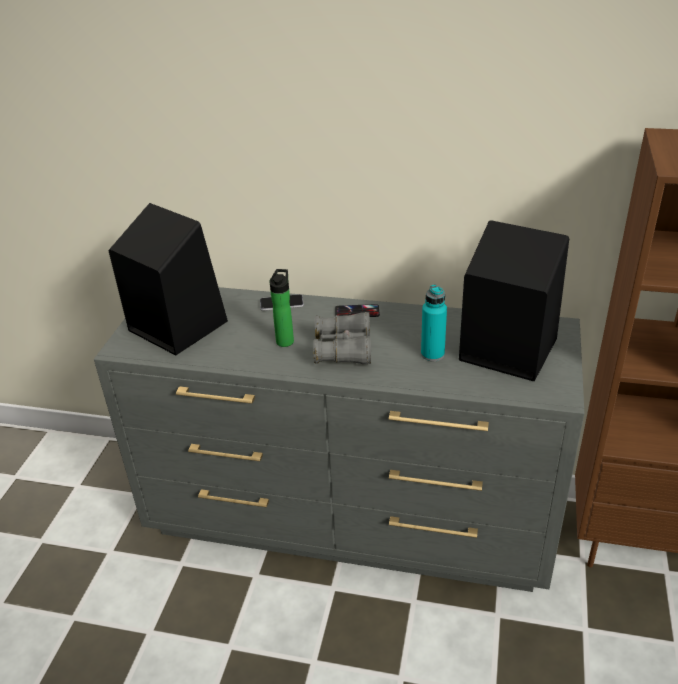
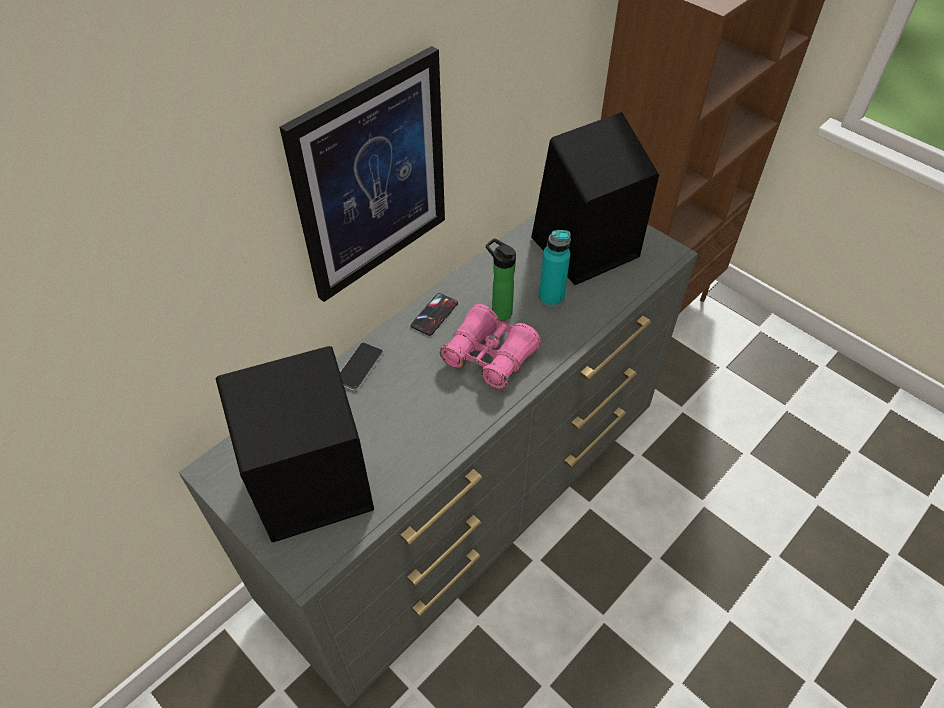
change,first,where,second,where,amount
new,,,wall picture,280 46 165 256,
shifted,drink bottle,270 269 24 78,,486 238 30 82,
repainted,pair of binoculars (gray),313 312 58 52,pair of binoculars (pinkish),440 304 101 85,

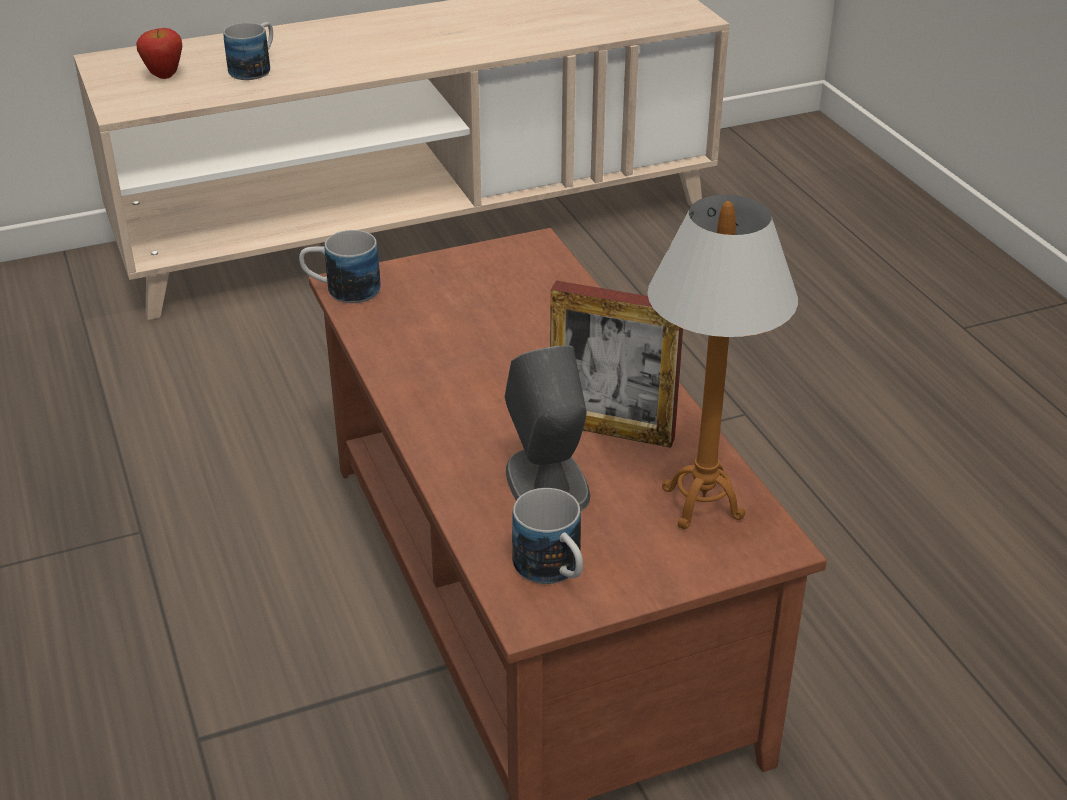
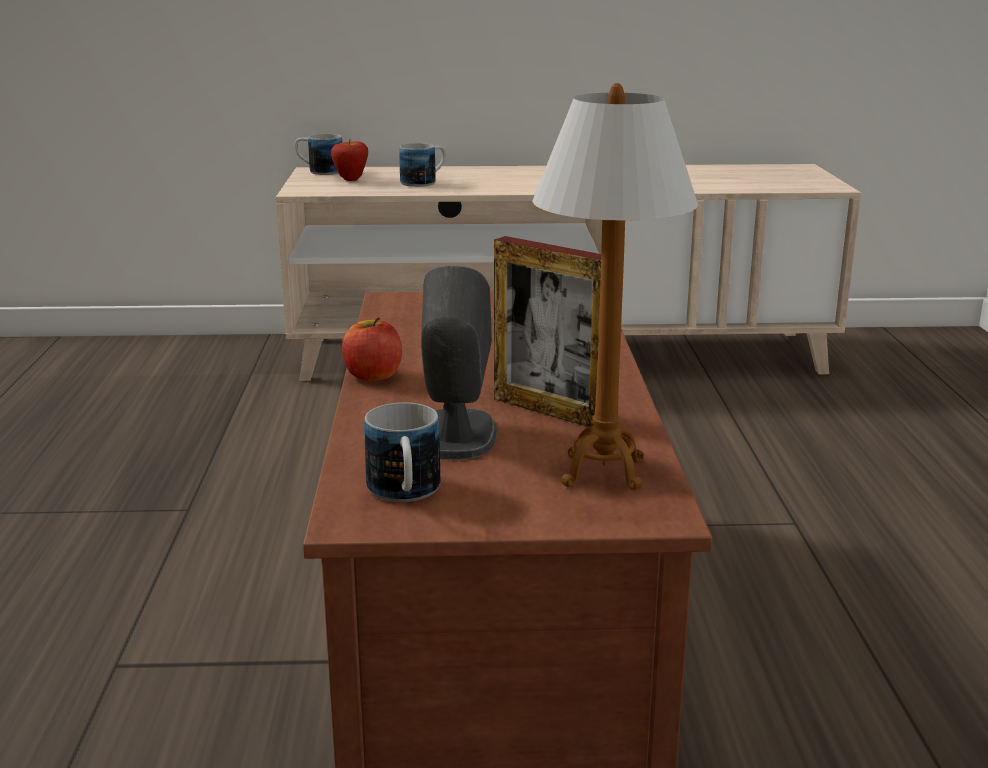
change,first,where,second,where,amount
new,,,apple fruit,342 318 60 63,
shifted,tea mug,299 230 82 73,,295 134 47 41,

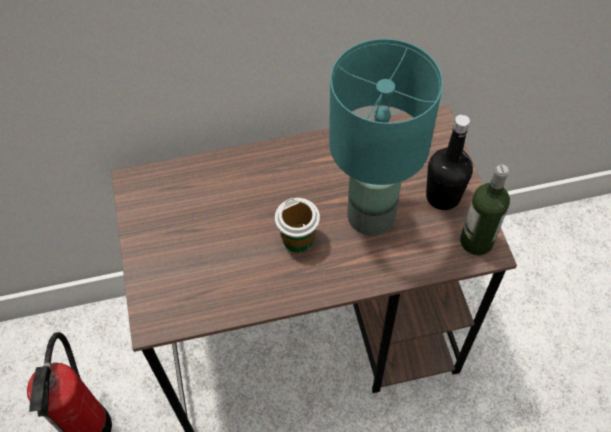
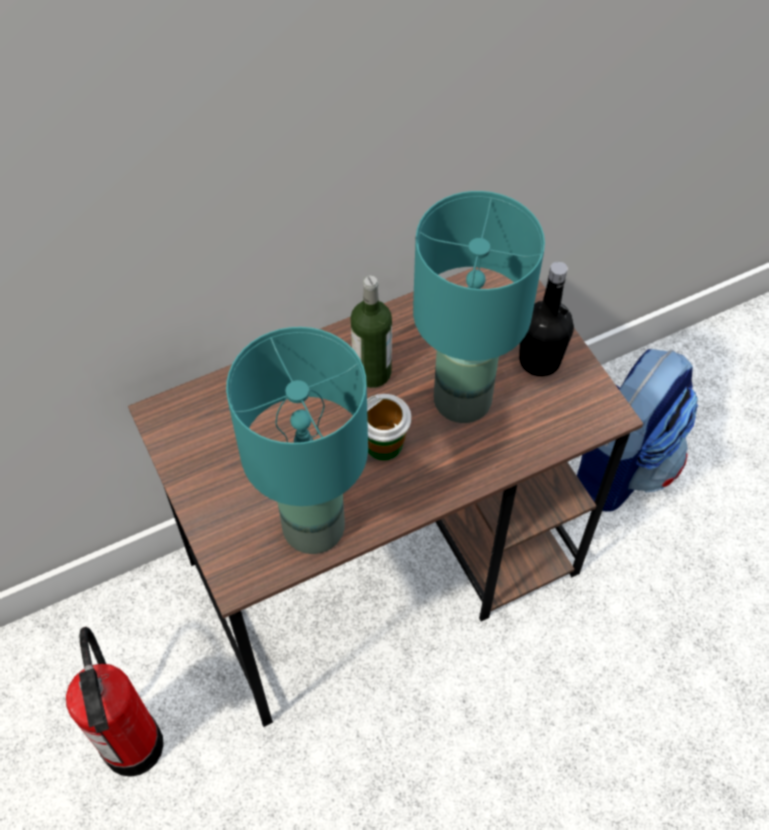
change,first,where,second,where,amount
new,,,tabletop lamp (turquoise),226 327 142 227,
new,,,backpack,577 349 121 162,
shifted,drink bottle,460 164 50 91,,350 276 42 112,

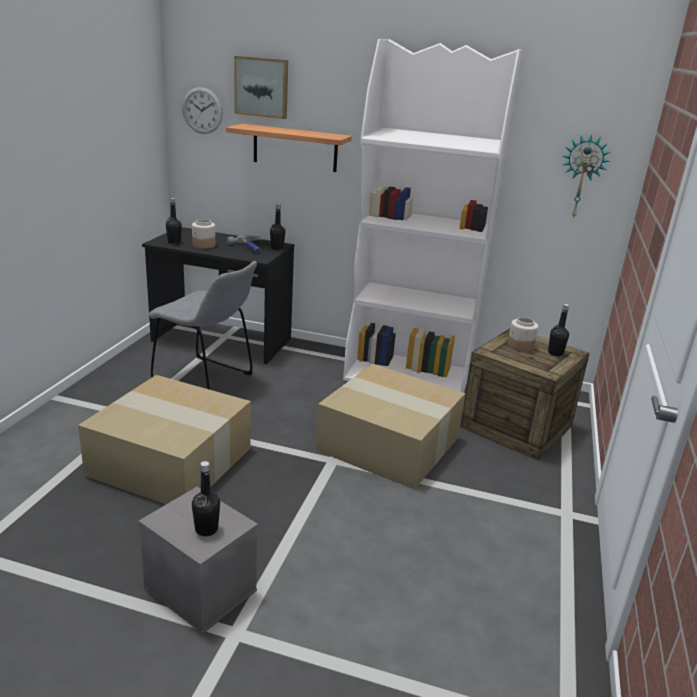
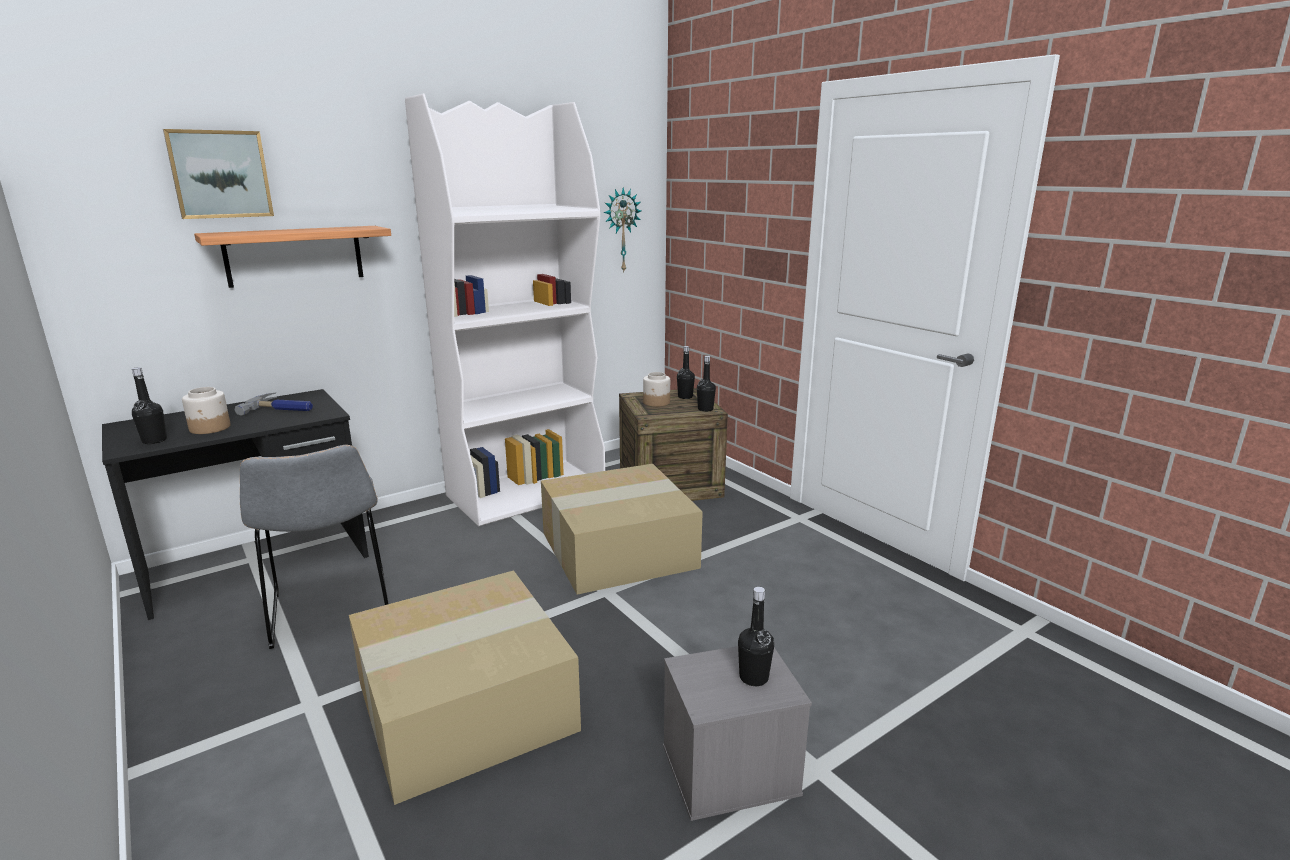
change,first,where,second,where,amount
gone,wall clock,182 87 41 47,,,
shifted,drink bottle (black-coloured),270 204 15 46,,697 356 19 56,
rotated,upright chair (gray),148 261 109 129,,240 445 148 204,90 degrees clockwise

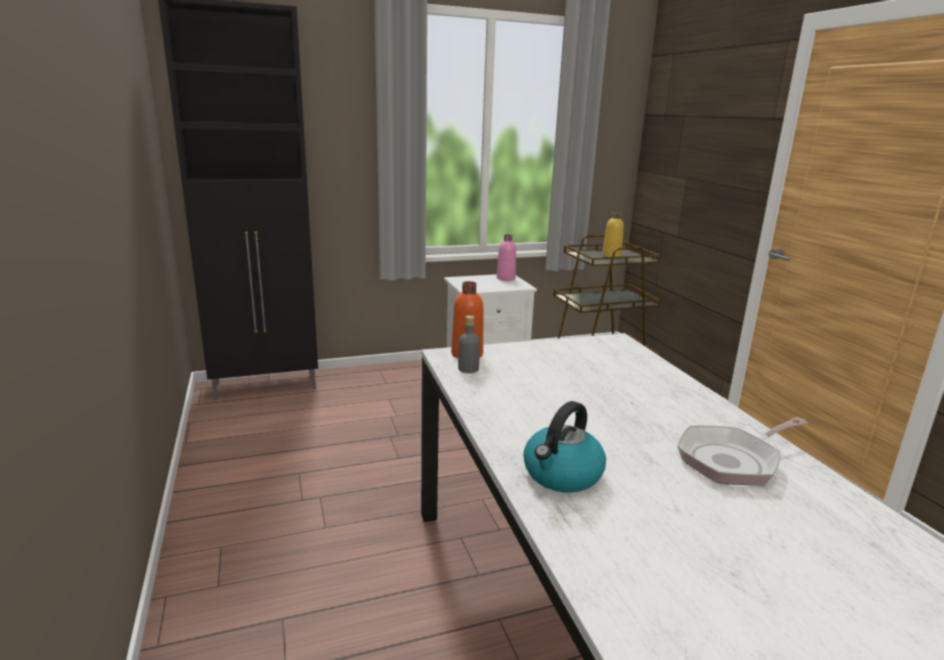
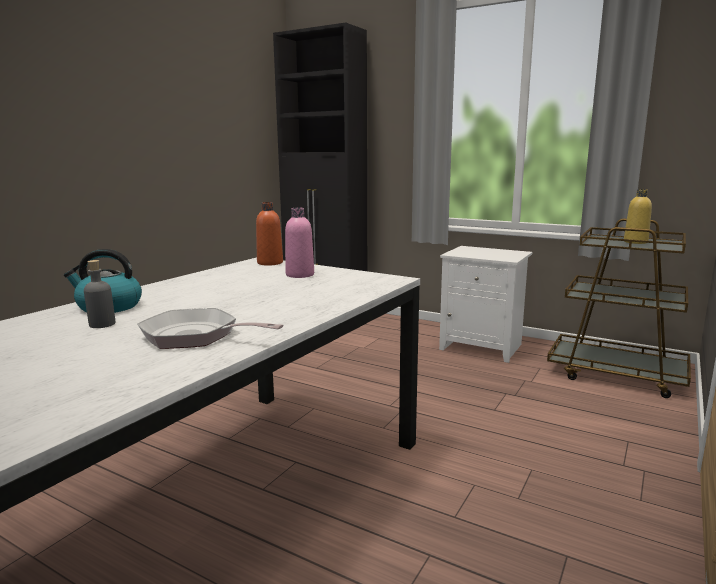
change,first,where,second,where,amount
shifted,drink bottle (gray),458 315 22 58,,84 260 32 68,
shifted,drink bottle (pinkish),497 234 19 47,,285 208 29 70,

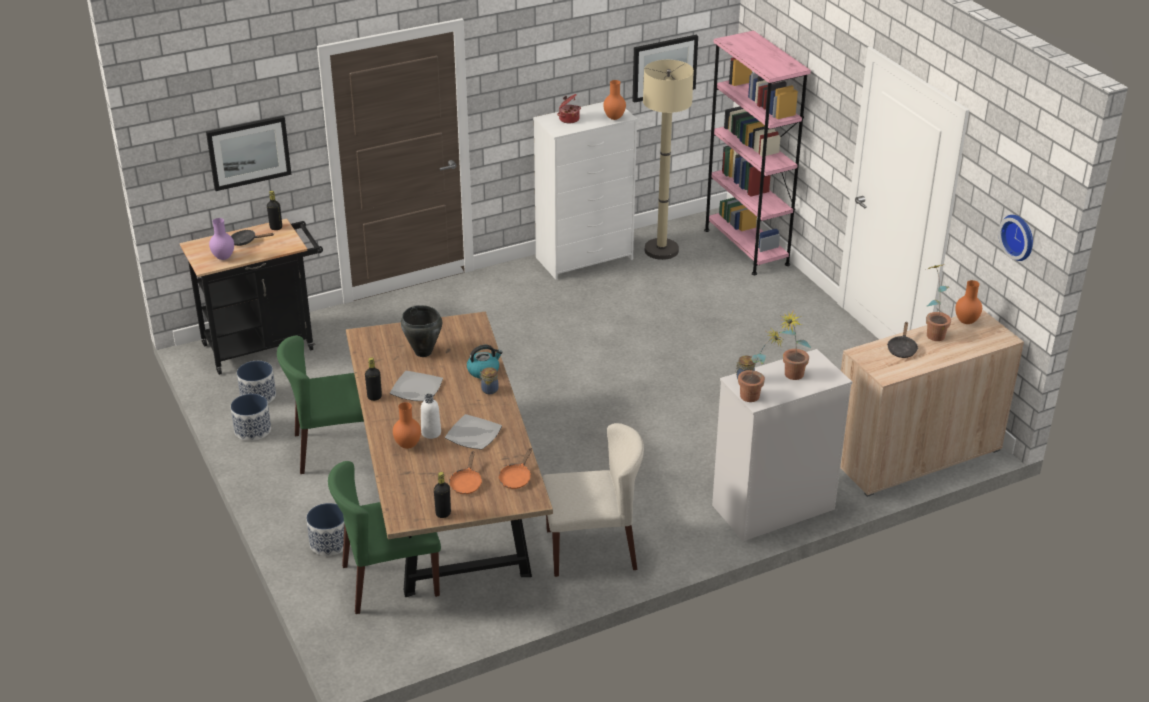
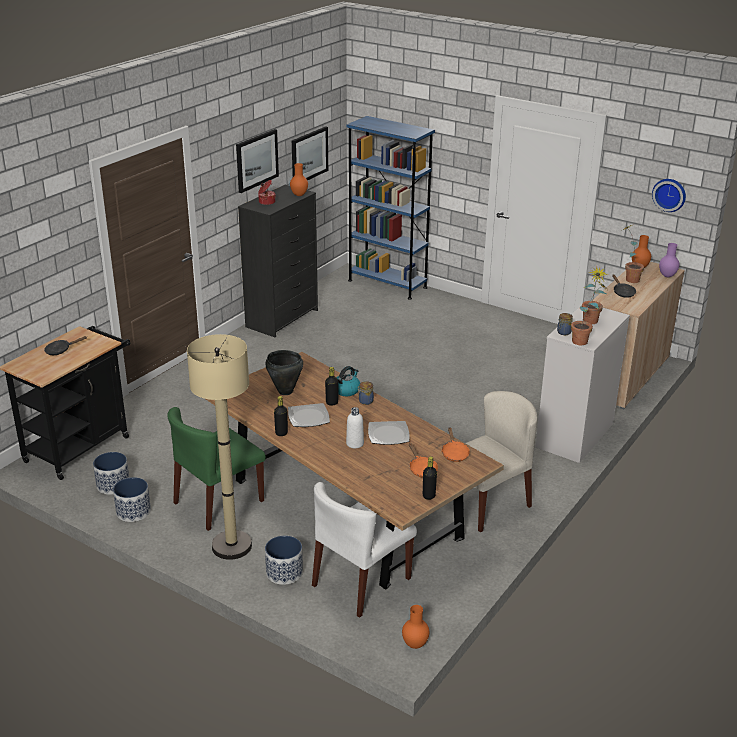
change,first,where,second,where,amount
shifted,wall picture,206 116 85 75,,236 129 43 64,
shifted,decorative vase (purplish),209 218 25 42,,659 243 21 34,
shifted,drink bottle (black-coloured),267 191 15 39,,325 367 14 39,
shifted,decorative vase (orangey),393 402 28 47,,402 605 27 44,
shifted,floor lamp (beige-coloured),643 60 51 200,,187 334 65 226,
repainted,upright chair (green-coloured),328 461 113 153,upright chair (white-coloured),312 482 105 136,
repainted,dresser (white-coloured),533 102 105 178,dresser (black-coloured),238 185 80 152,
repainted,bookcase (pinkish),704 31 107 244,bookcase (bluish),347 116 88 183,

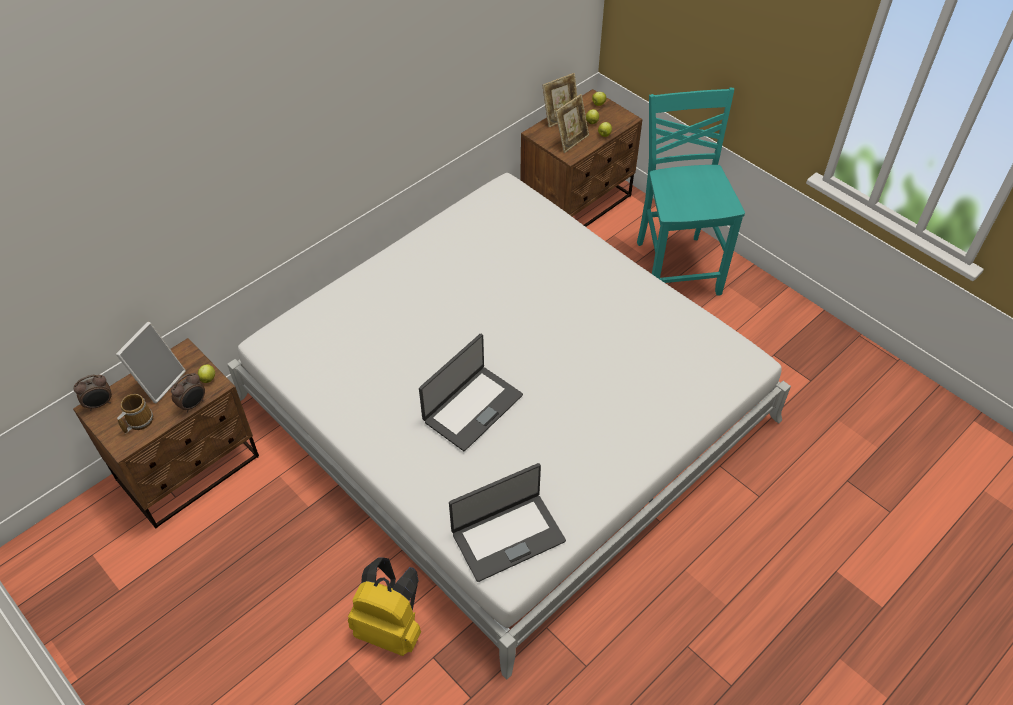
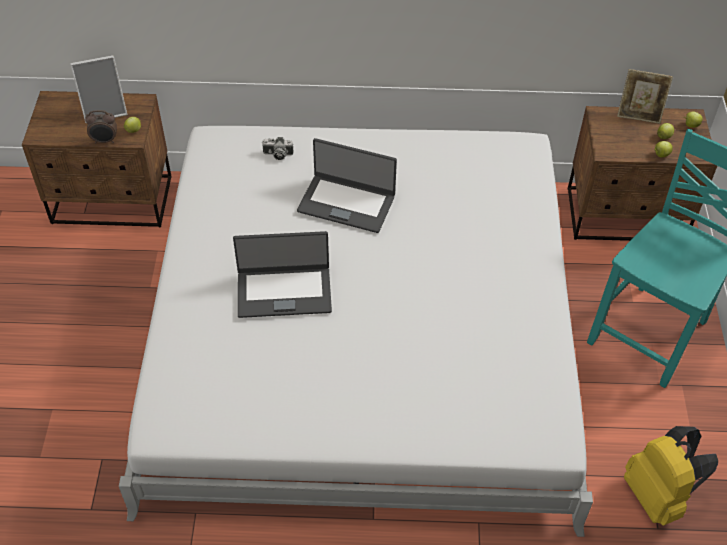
change,first,where,second,where,amount
gone,alarm clock,73 375 39 36,,,
gone,tea mug,117 394 36 39,,,
gone,picture frame,555 94 34 59,,,
new,,,photo camera,262 137 32 23,
shifted,backpack (yellowish),348 557 73 99,,624 426 94 100,
shifted,notebook computer,449 463 117 119,,297 138 100 95,

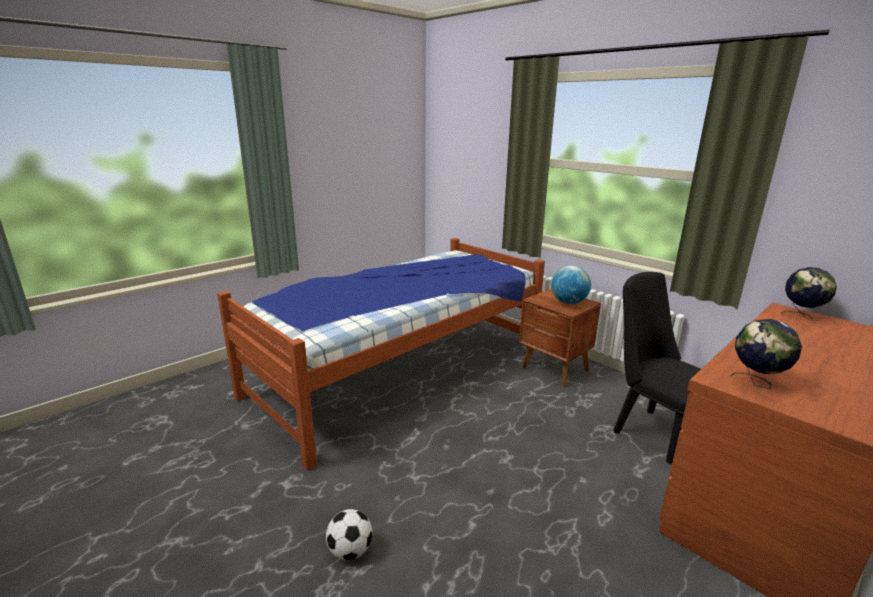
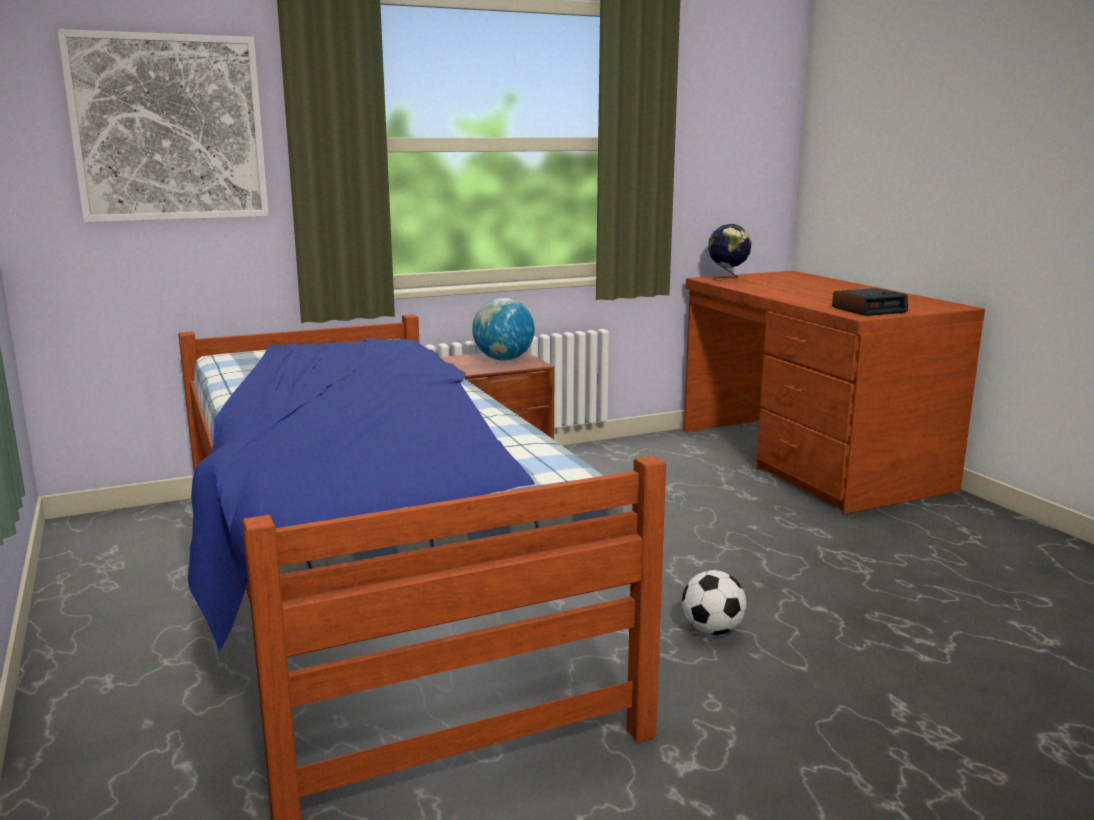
change,first,where,second,where,amount
gone,upright chair (black-coloured),613 272 88 192,,,
new,,,wall picture,57 29 212 193,
shifted,ball for football,326 509 47 51,,682 570 64 65,
swapped,desk globe,731 319 71 70,alarm clock,832 288 76 28,

